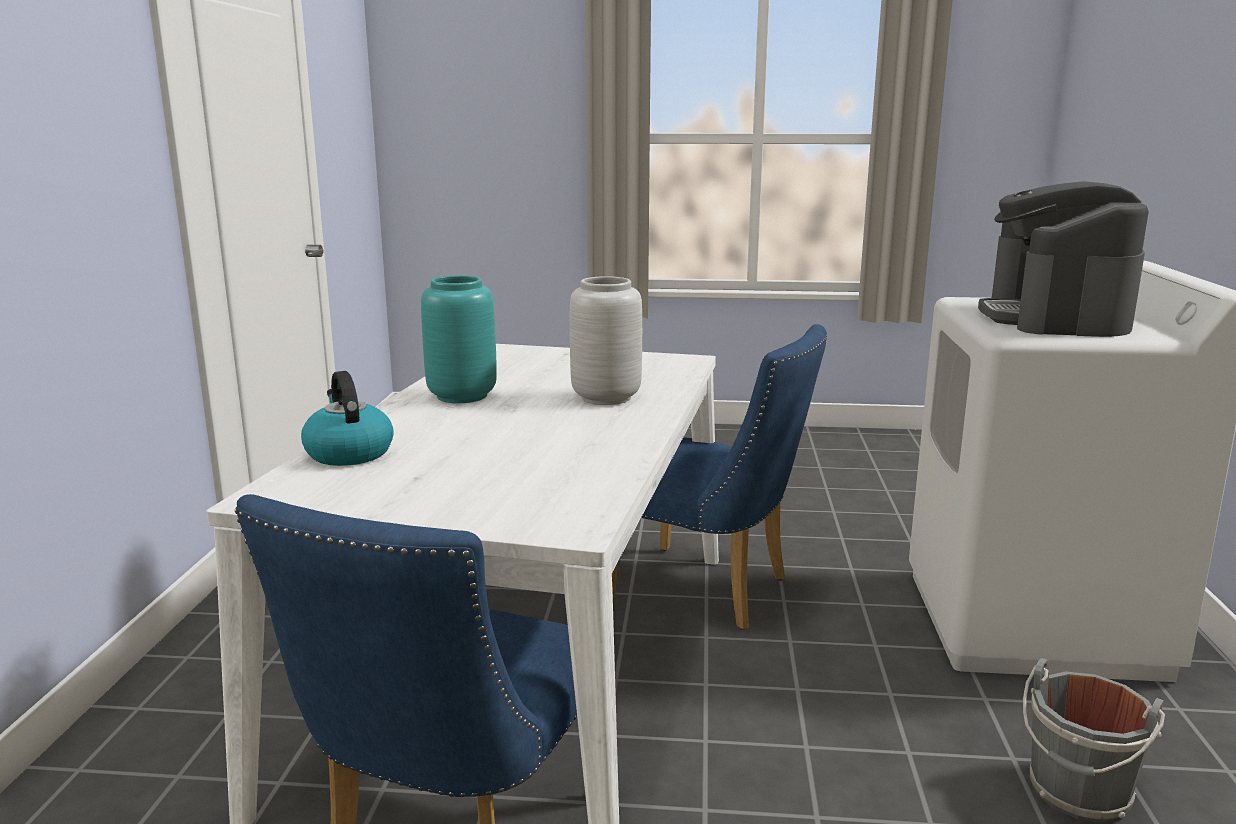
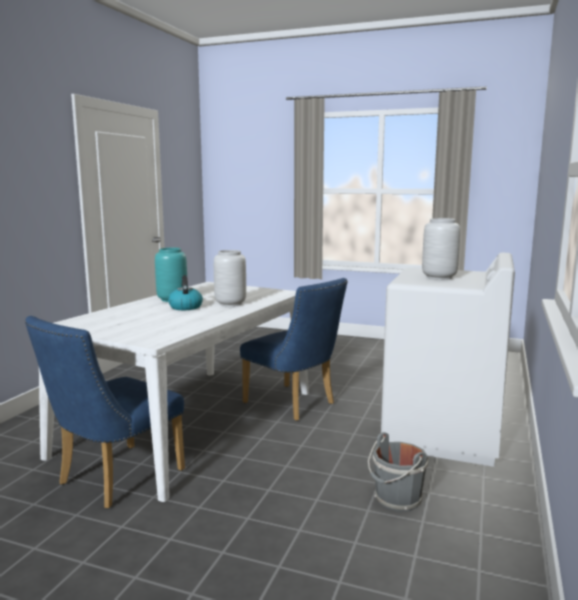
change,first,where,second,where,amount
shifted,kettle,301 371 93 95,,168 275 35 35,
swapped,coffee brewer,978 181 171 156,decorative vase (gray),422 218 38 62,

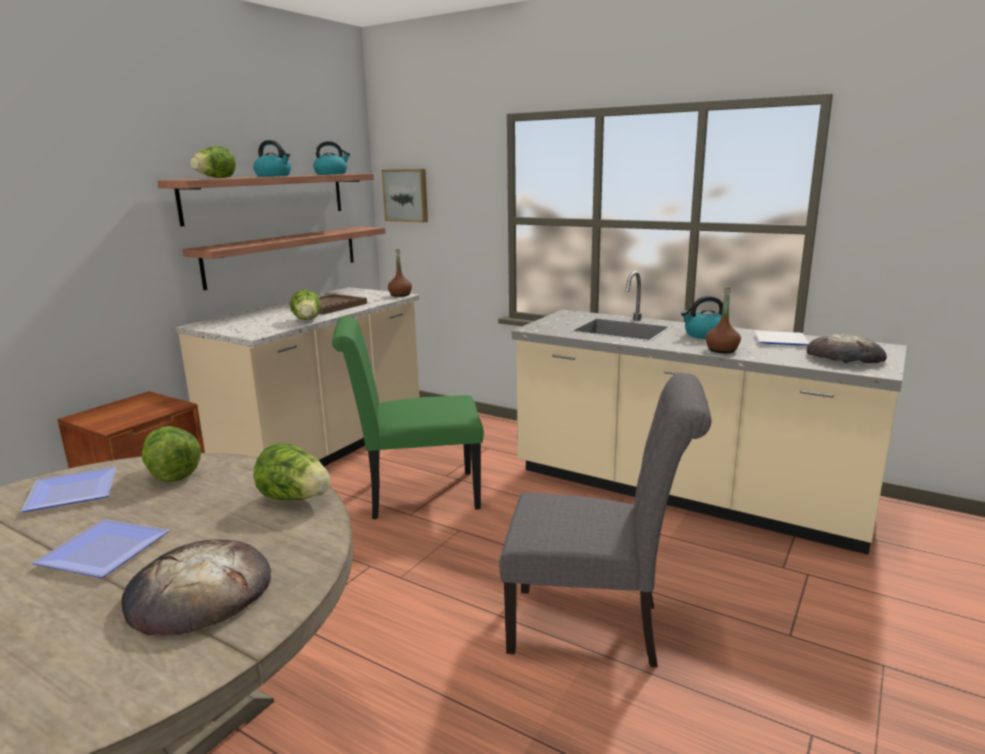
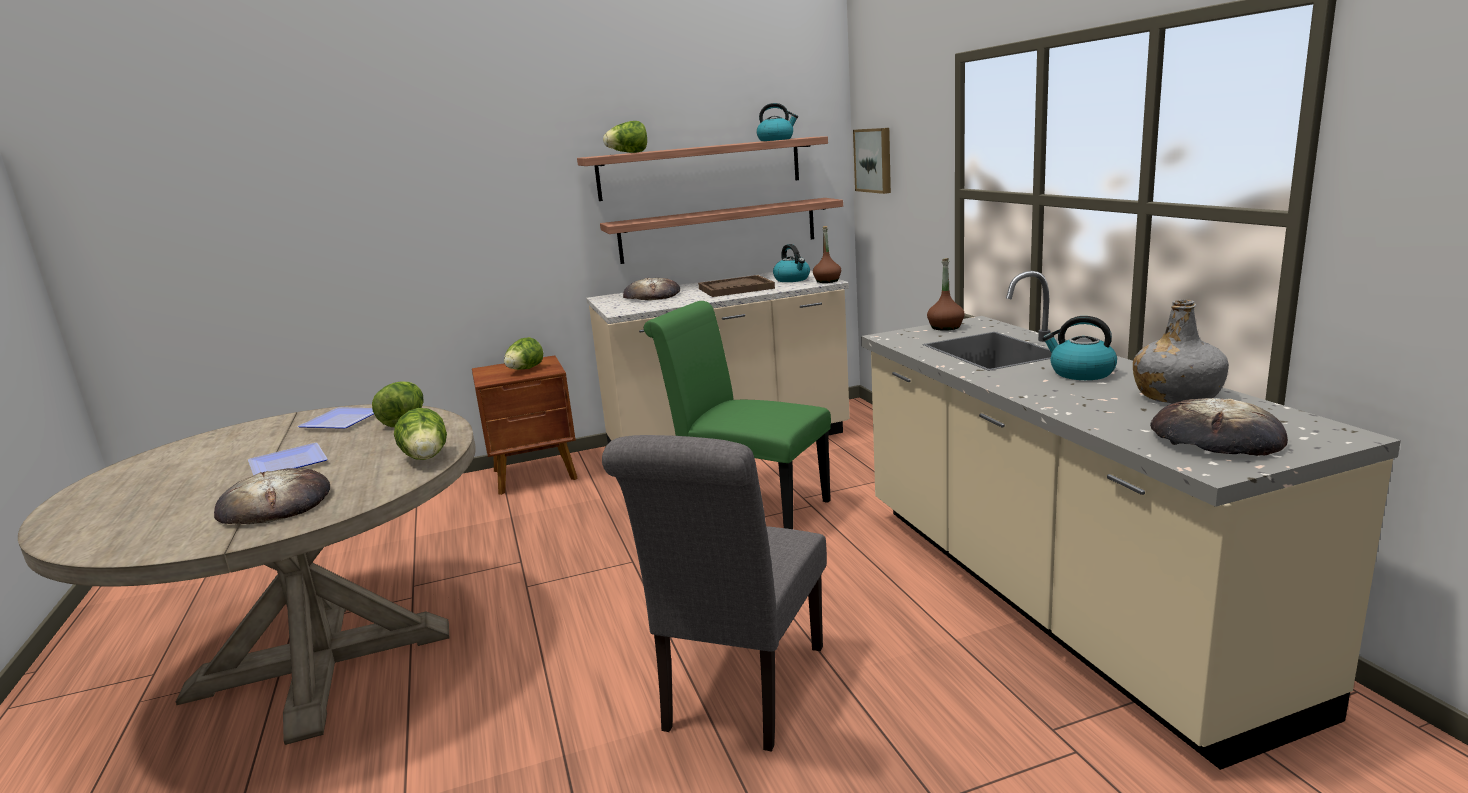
change,first,where,second,where,amount
new,,,bread,623 278 57 23,
shifted,kettle,253 140 38 37,,773 244 37 38,
shifted,lettuce head,290 289 31 31,,504 337 39 33,
shifted,drink bottle (brownish),705 286 36 67,,927 258 38 73,
swapped,flat dish,755 331 54 14,drink bottle (gray),1133 300 96 104,
rotated,upright chair (gray),499 373 212 295,,602 435 225 317,60 degrees clockwise

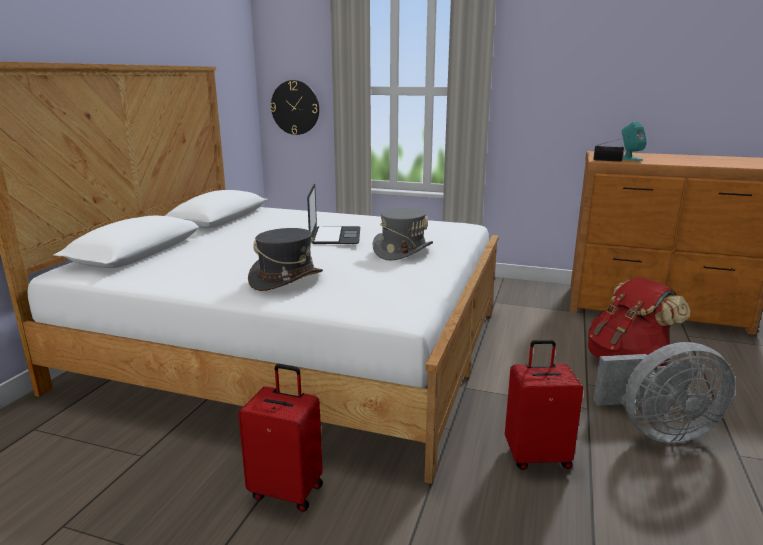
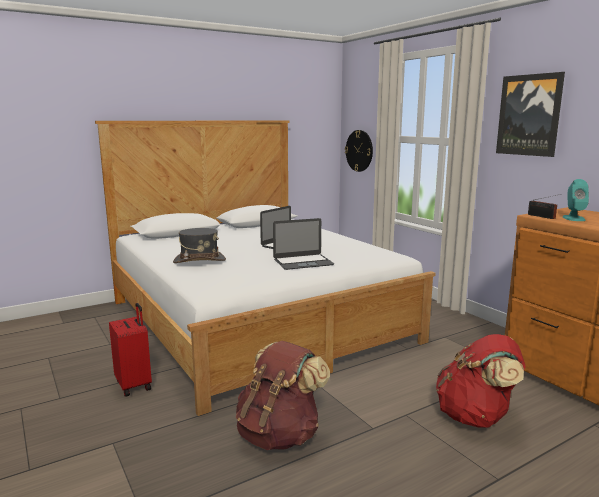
change,first,where,second,where,amount
gone,fan (gray),593 342 143 101,,,
new,,,wall picture,496 72 69 85,
swapped,hat (gray),372 208 61 53,notebook computer,273 218 61 52,
swapped,travel case (reddish),505 340 78 130,backpack (brownish),236 341 94 109,

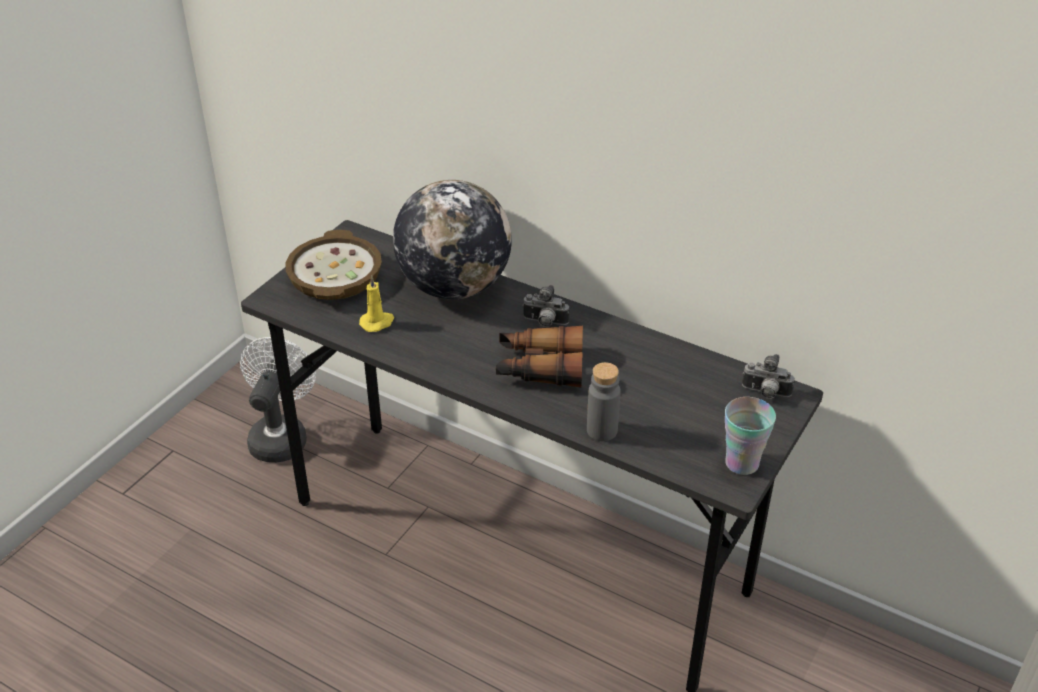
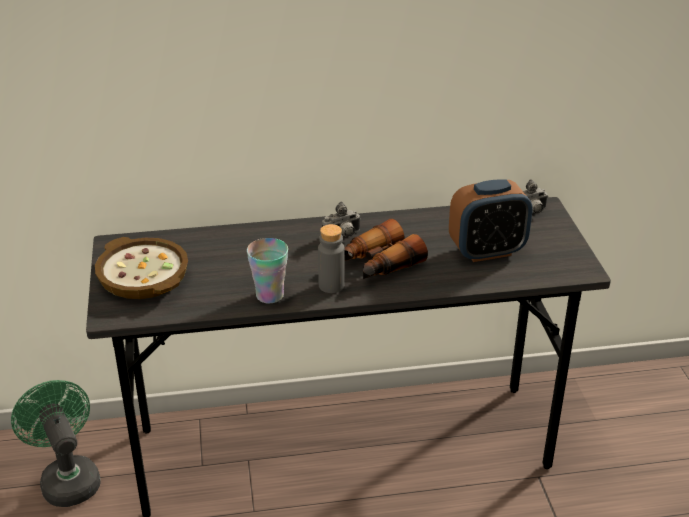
change,first,where,second,where,amount
gone,wax candle (yellowish),359 275 35 57,,,
gone,desk globe,393 180 119 119,,,
new,,,alarm clock,449 179 84 83,
shifted,drink bottle (gray),587 362 34 79,,318 224 27 69,
shifted,drinking cup,725 397 51 78,,247 238 41 66,
repainted,fan (white-coloured),240 337 76 126,fan (green-coloured),11 380 90 127,

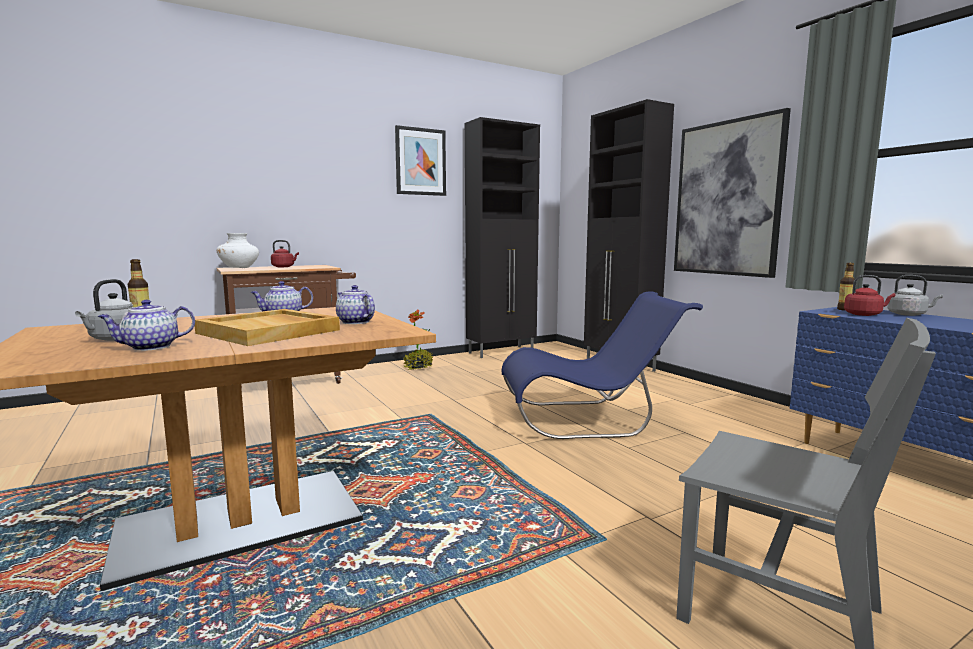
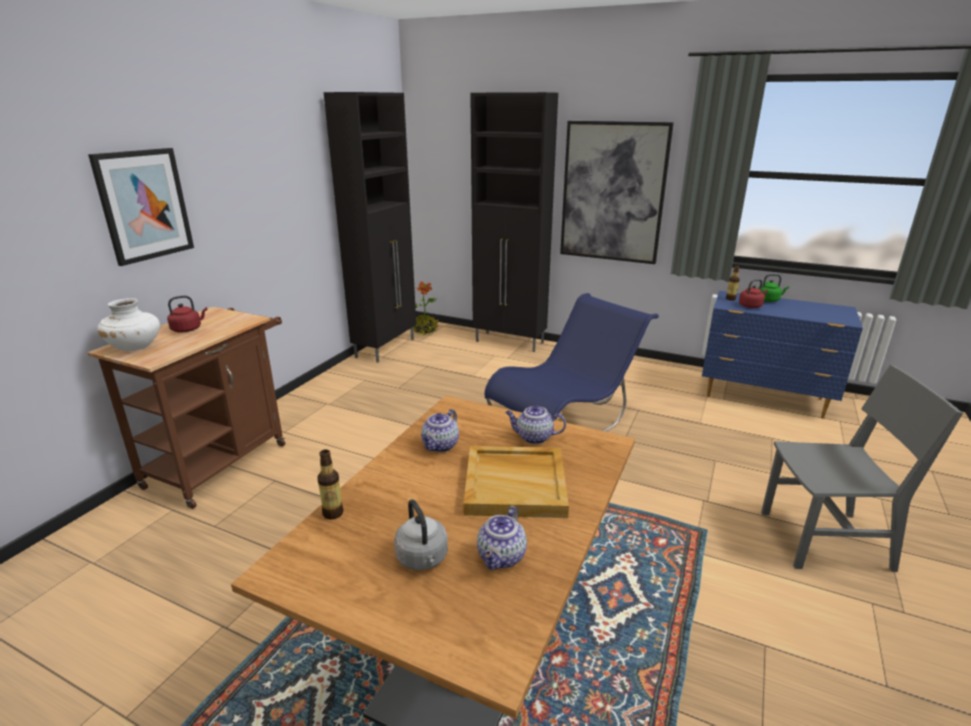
change,first,where,second,where,amount
shifted,wall picture,395 125 51 71,,88 148 106 118,
shifted,houseplant,403 309 30 61,,413 281 26 55,
repainted,kettle (gray),887 275 56 41,kettle (green-coloured),758 274 31 28,

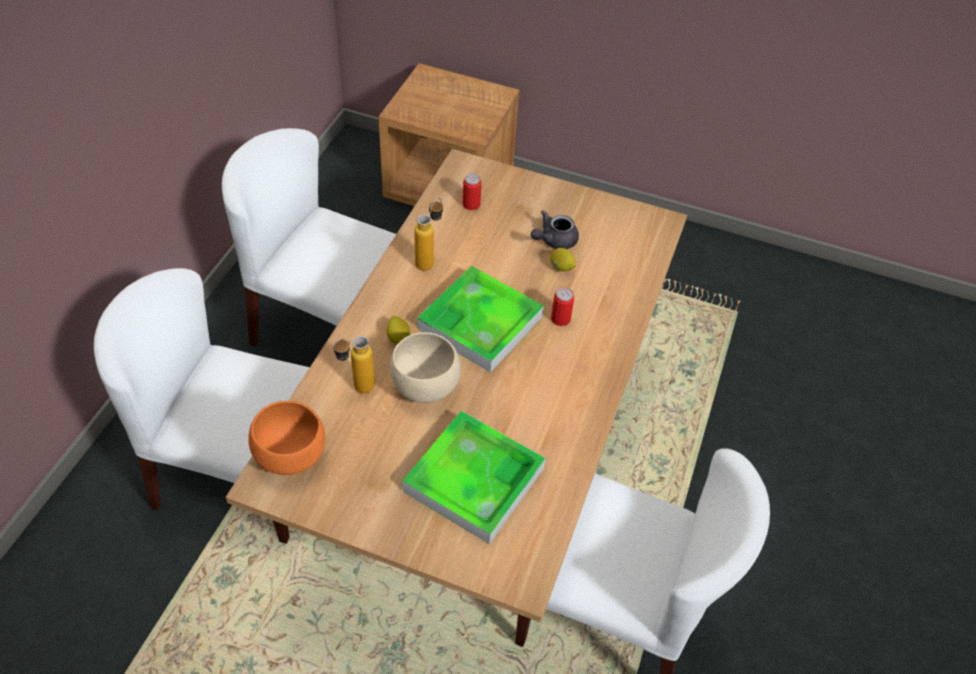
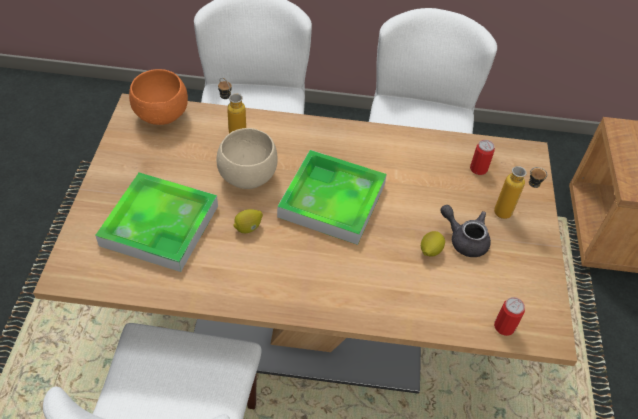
change,first,where,second,where,amount
shifted,citrus fruit,387 316 23 28,,233 209 30 24,
shifted,drink bottle,414 198 29 73,,494 166 54 53,
shifted,sealed can,551 287 23 39,,494 297 31 39,

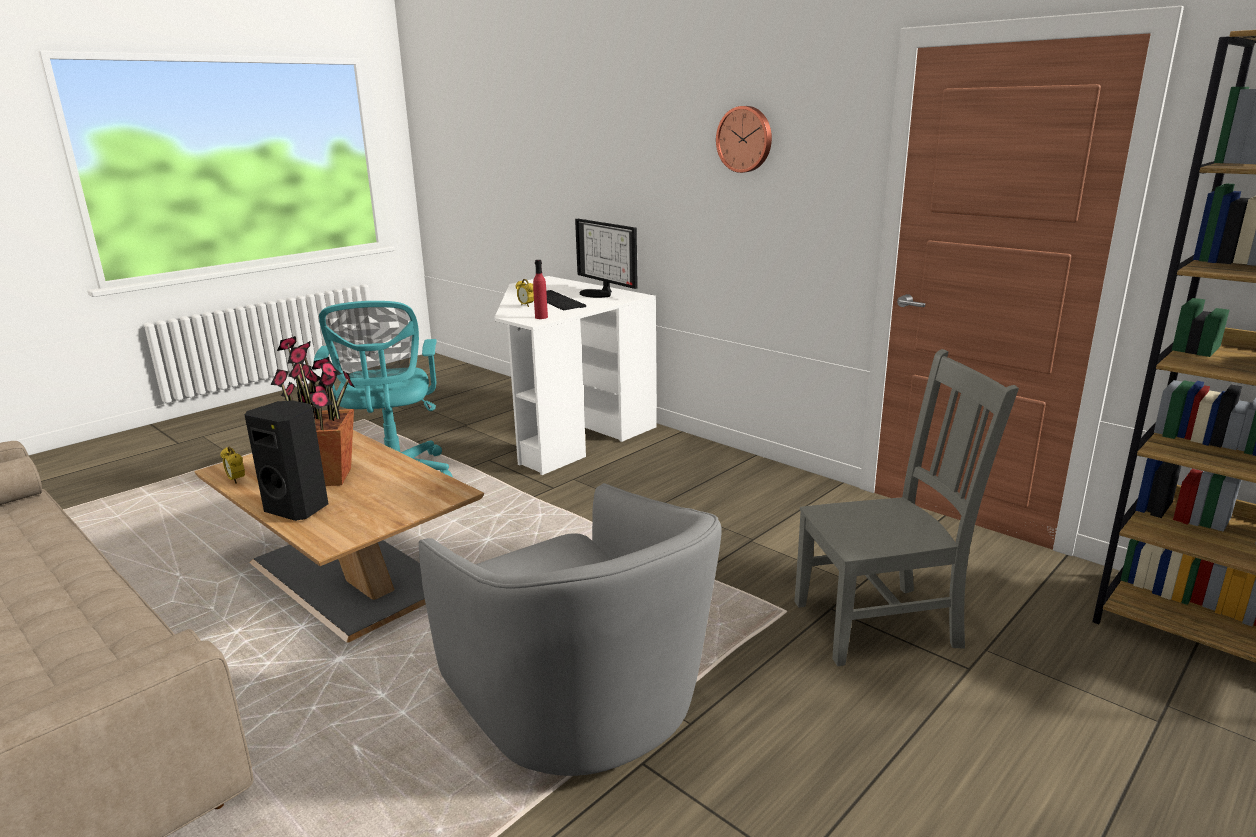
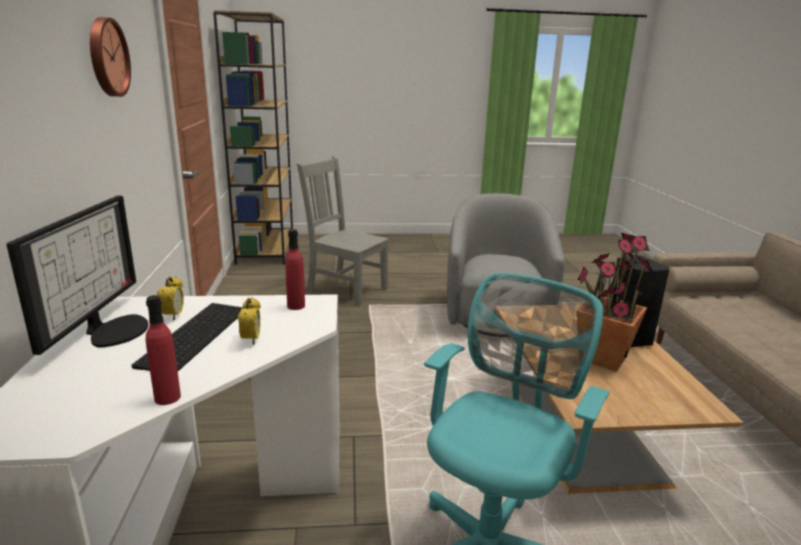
change,first,where,second,where,amount
new,,,drink bottle (reddish),146 295 35 110,
shifted,alarm clock,220 447 25 37,,157 277 27 43,

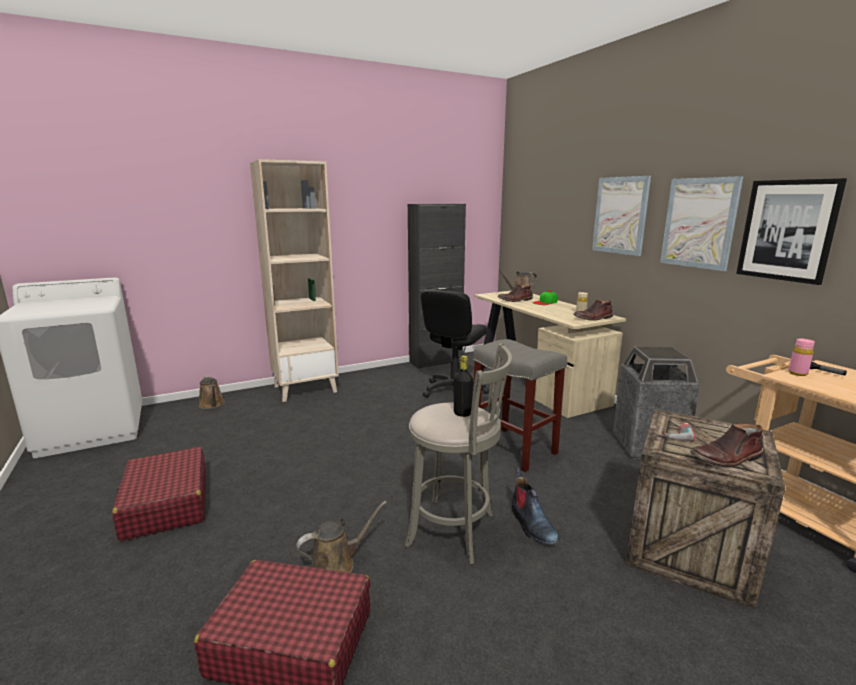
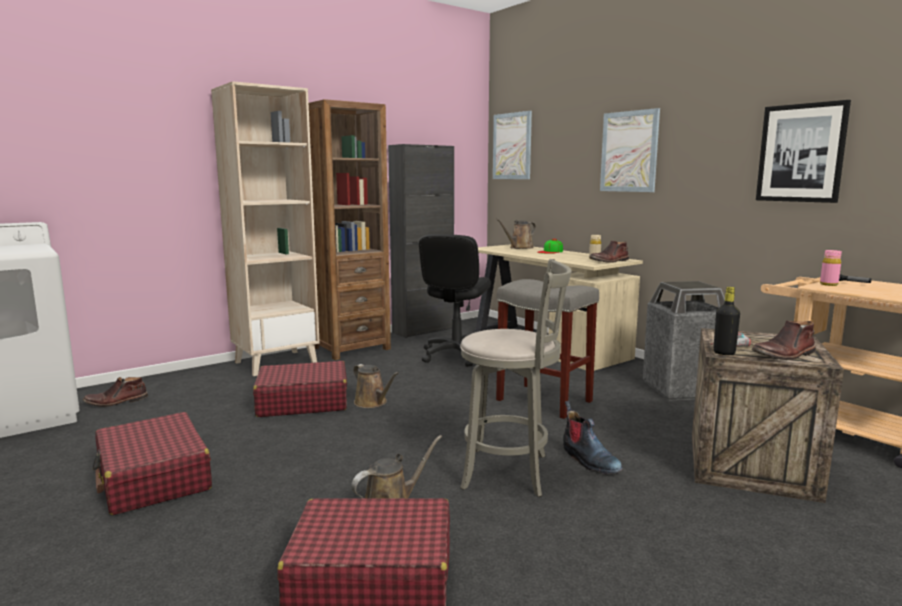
change,first,where,second,where,amount
new,,,travel case (reddish),253 361 94 56,
new,,,bookcase (brownish),309 99 82 261,
shifted,watering can (brownish),199 376 26 33,,353 364 46 44,
shifted,drink bottle (black-coloured),454 355 19 62,,713 287 27 68,
shifted,tall boot (brownish),497 284 36 18,,83 377 65 30,
shifted,wall picture,660 176 83 95,,493 111 39 68,

